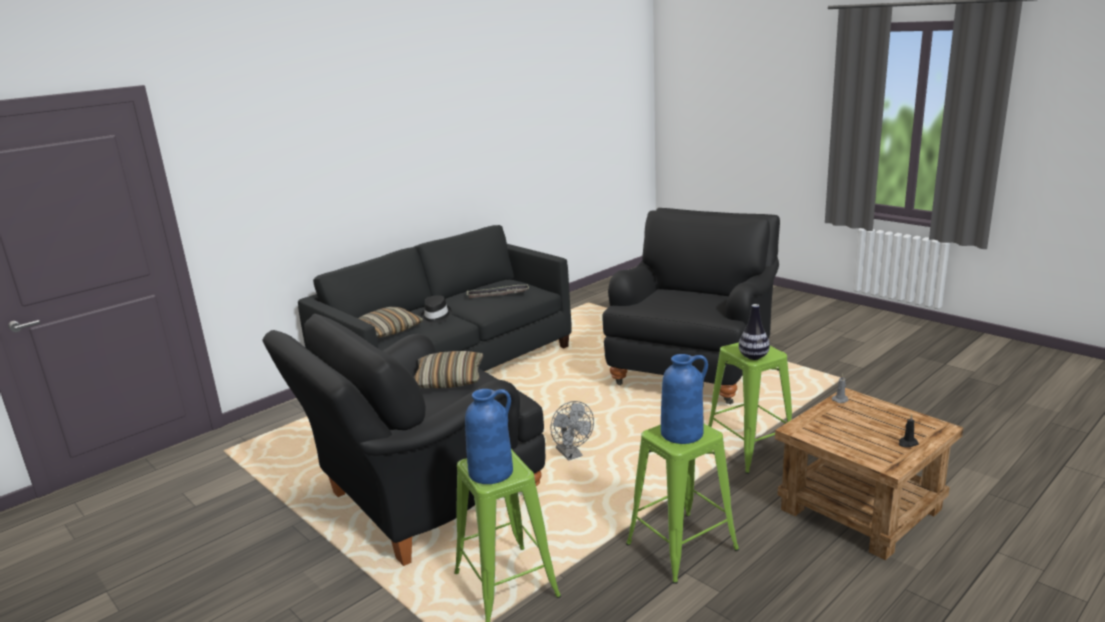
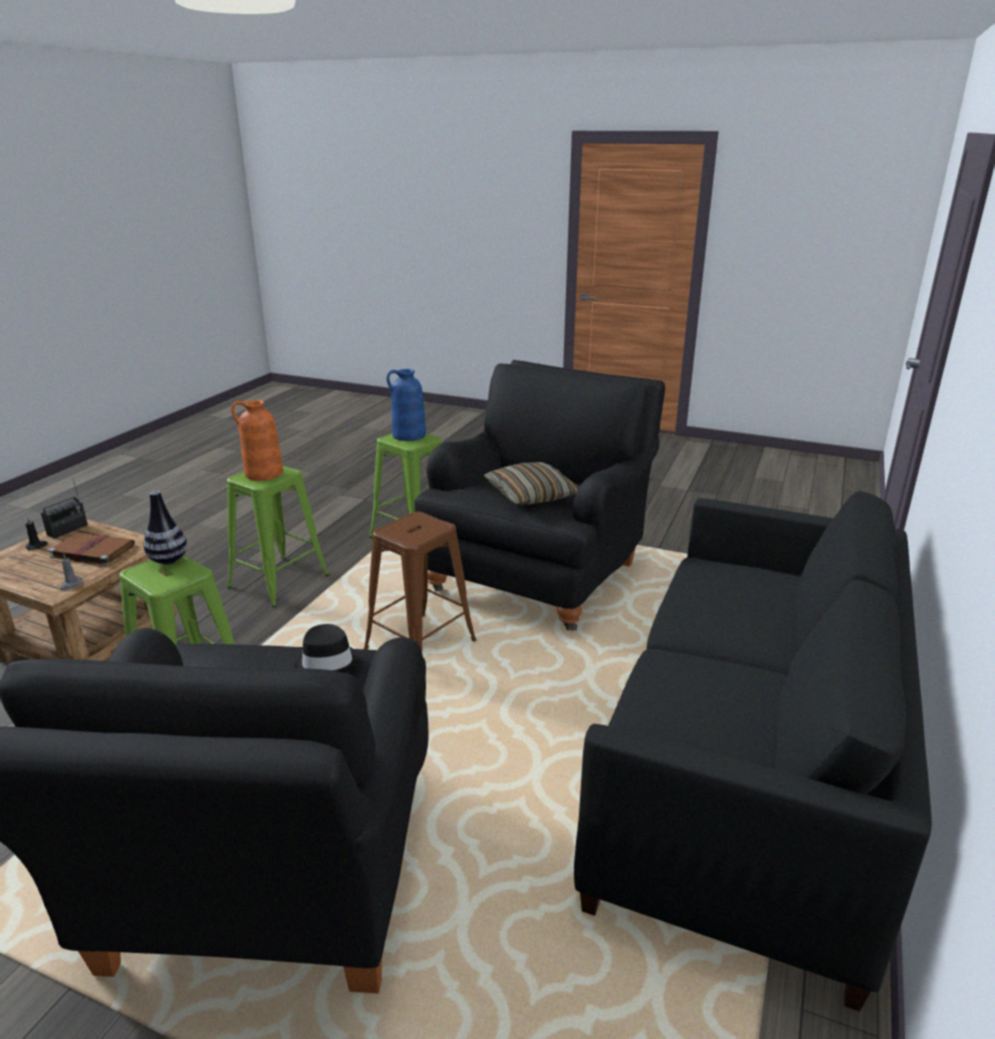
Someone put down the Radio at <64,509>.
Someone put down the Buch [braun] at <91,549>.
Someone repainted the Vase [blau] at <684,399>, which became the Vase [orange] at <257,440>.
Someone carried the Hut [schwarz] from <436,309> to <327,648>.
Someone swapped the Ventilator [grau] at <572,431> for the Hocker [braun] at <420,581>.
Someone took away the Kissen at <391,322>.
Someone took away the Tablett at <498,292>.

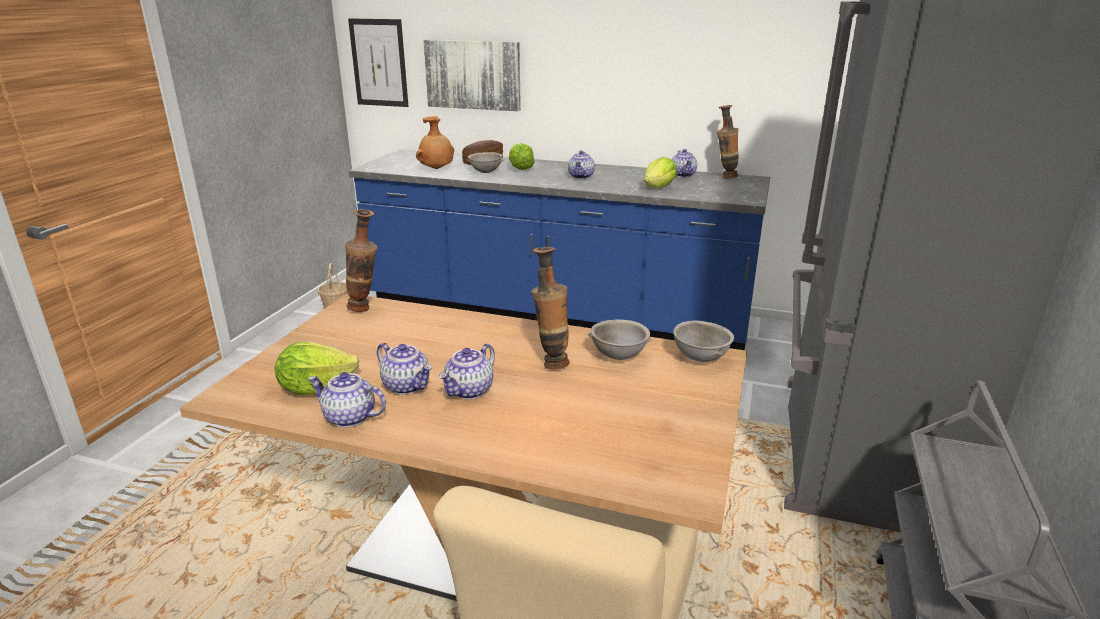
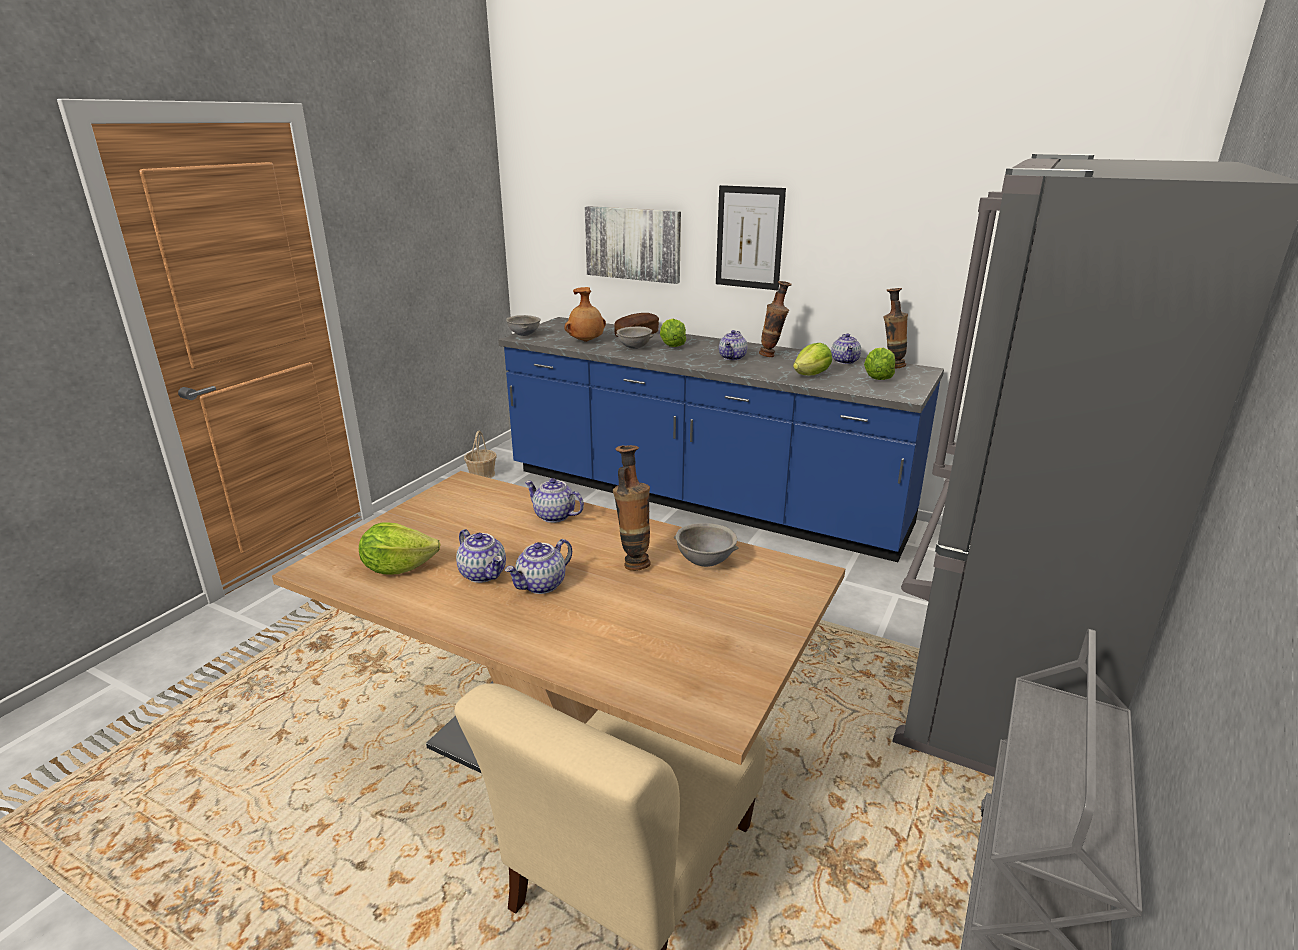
Someone carried the Schüssel [grau] from <703,341> to <523,325>.
Someone carried the Teekanne from <347,400> to <554,500>.
Someone carried the Bild from <378,62> to <751,237>.
Someone carried the Vase from <361,260> to <775,319>.
Someone put down the Salatkopf at <879,364>.

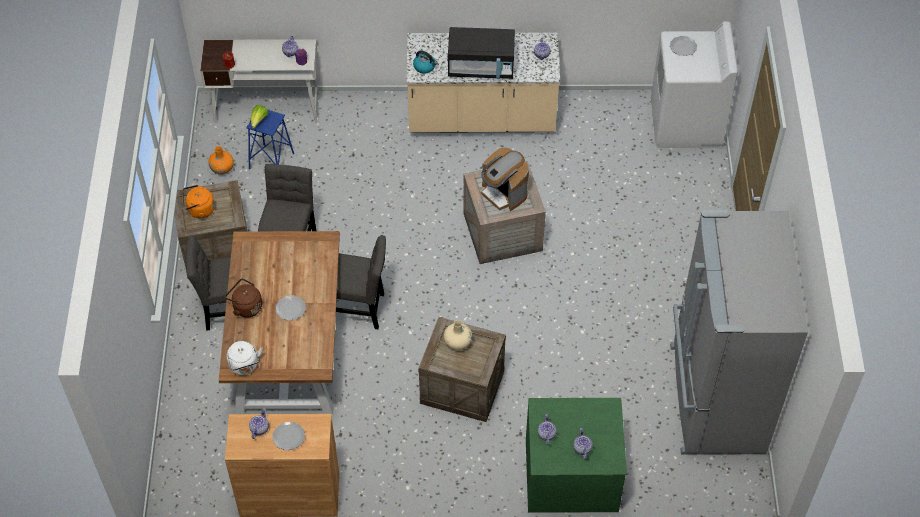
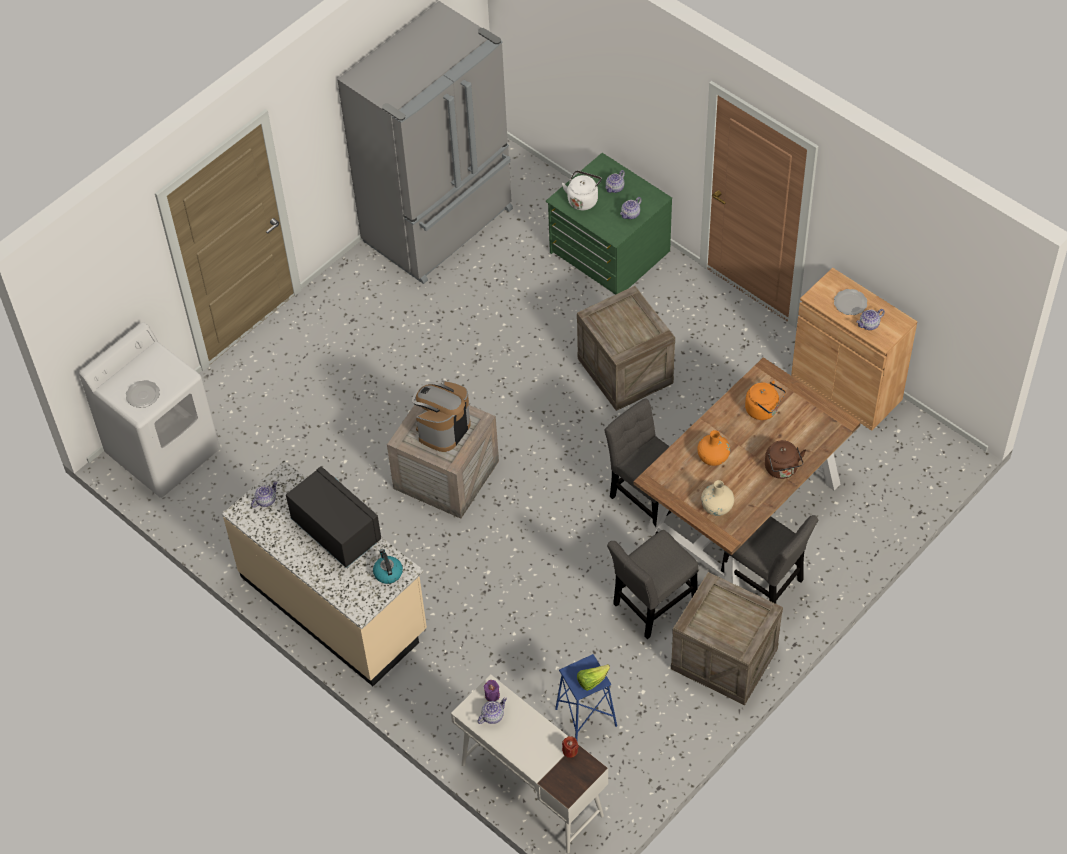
Someone rotated the Kaffeemaschine at <505,179> by 150 degrees counterclockwise.
Someone carried the Wasserkessel [weiß] from <244,358> to <582,190>.
Someone carried the Vase [orange] from <221,160> to <713,448>.
Someone carried the Vase [beige] from <458,335> to <717,498>.
Someone carried the Wasserkessel [orange] from <198,201> to <765,400>.
Someone took away the Teller at <291,308>.

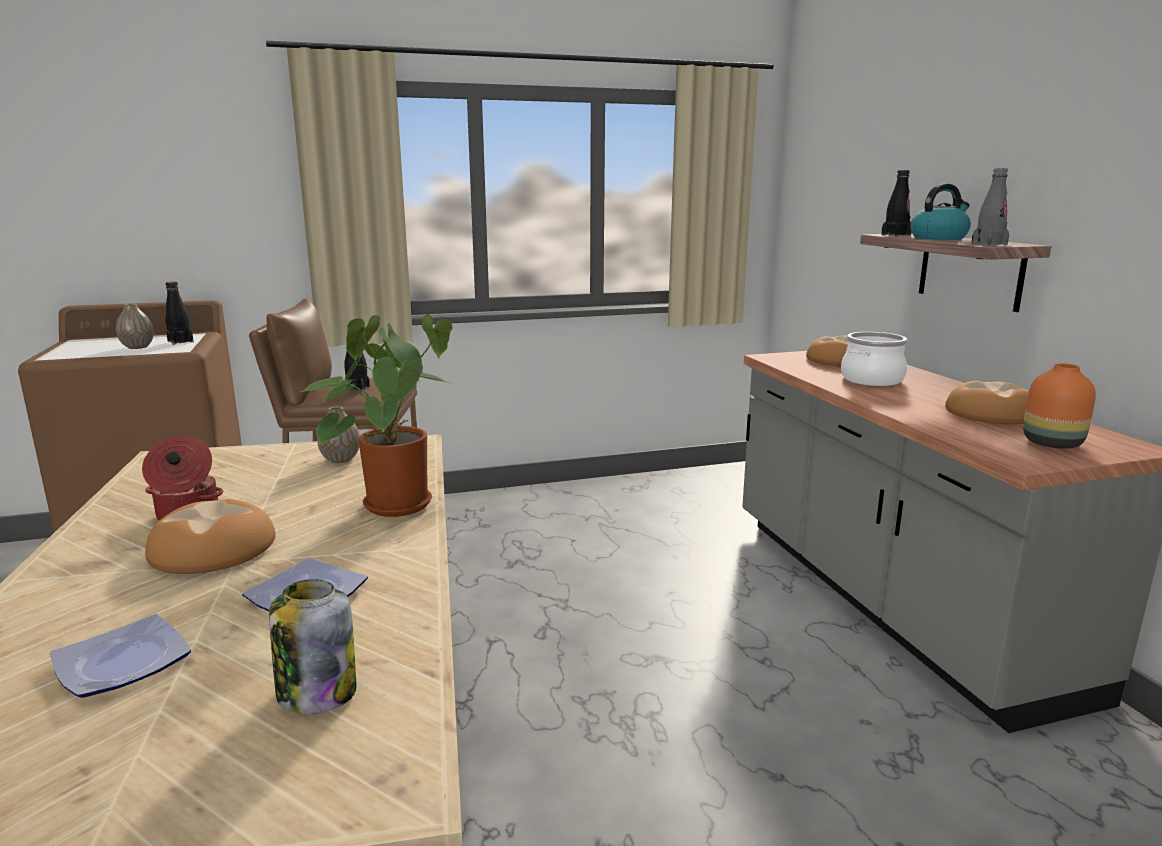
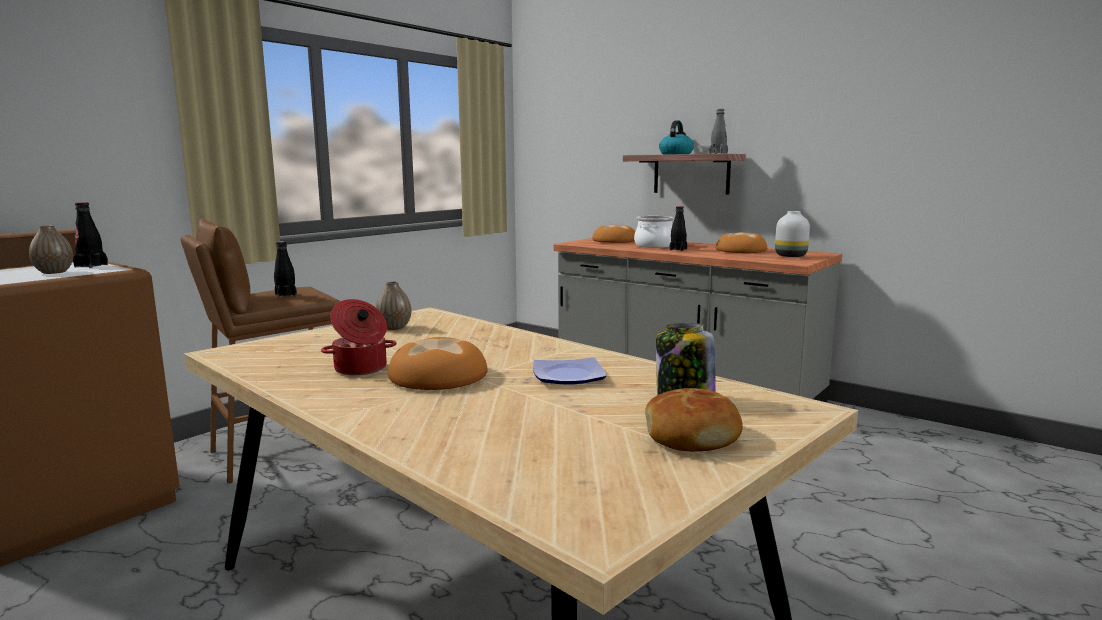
Someone put down the Brot at <694,420>.
Someone carried the Flasche [schwarz] from <896,203> to <678,228>.
Someone repainted the Vase [orange] at <1059,406>, which became the Vase [weiß] at <792,234>.
Someone took away the Teller at <120,656>.
Someone took away the Topfpflanze at <376,415>.

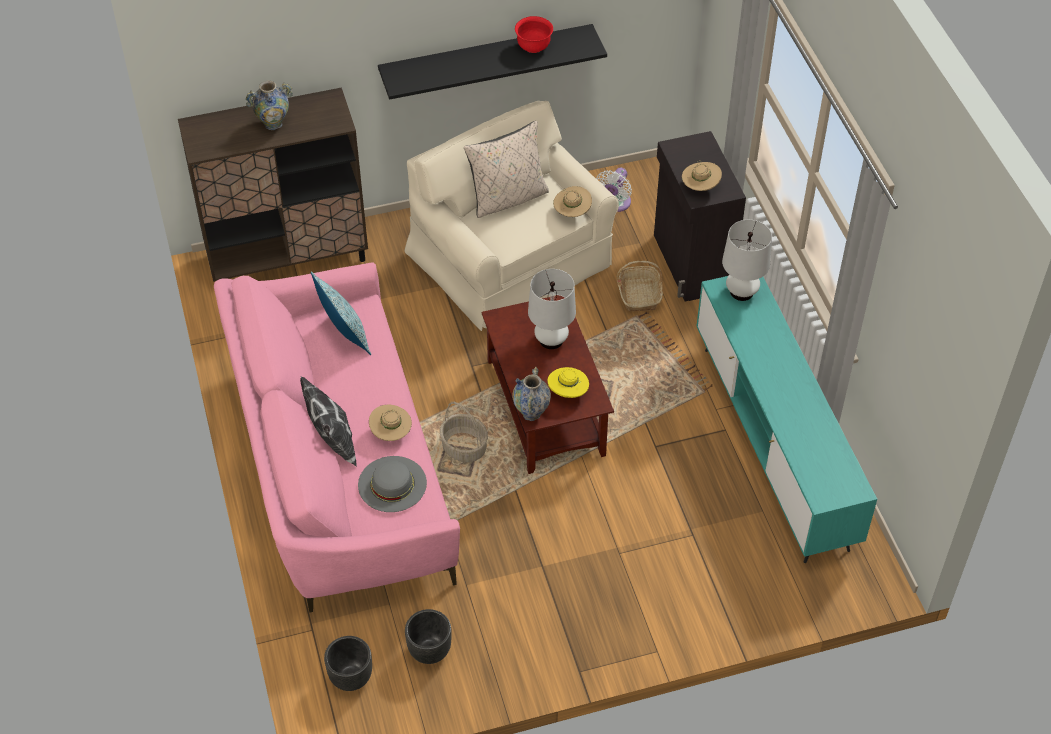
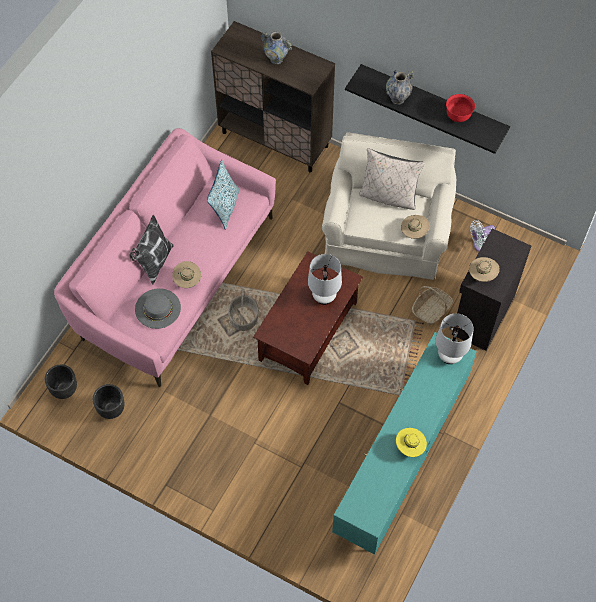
Someone carried the Vase from <531,393> to <400,87>.
Someone carried the Hut [gelb] from <568,382> to <411,442>.

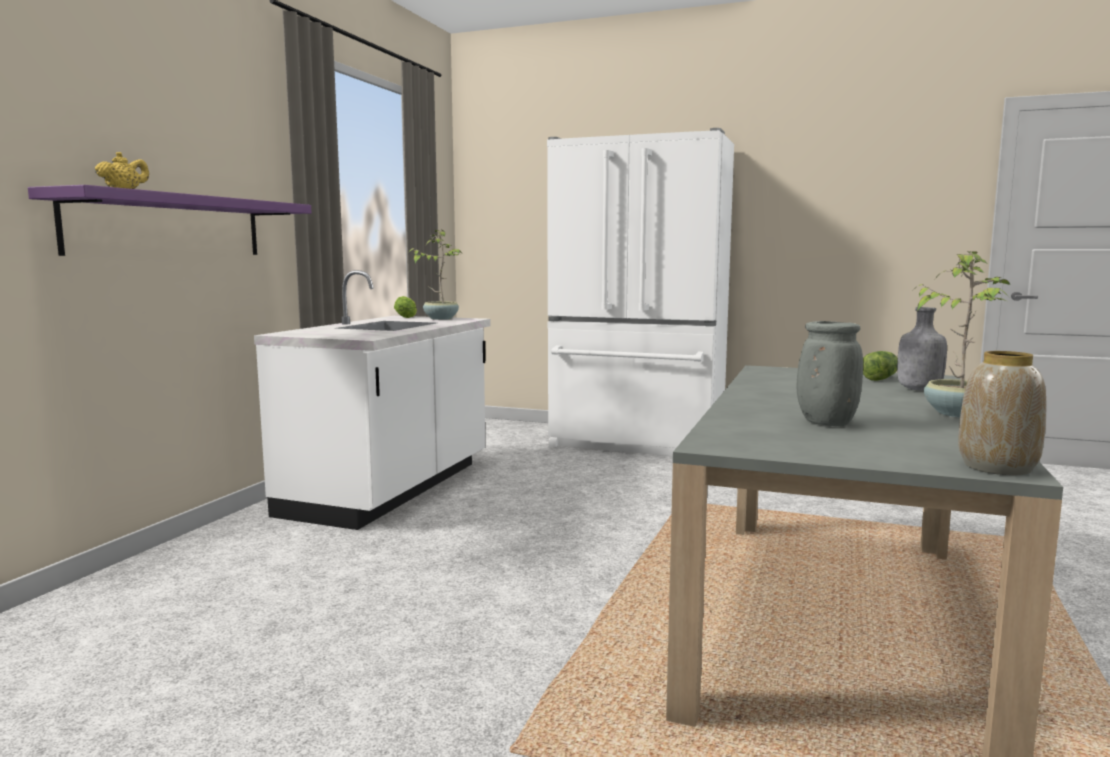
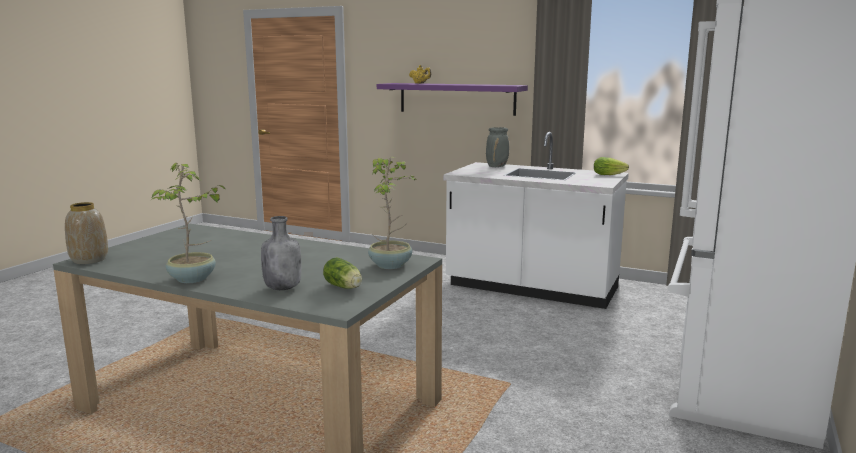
Someone carried the Topfpflanze from <435,275> to <393,213>.
Someone carried the Vase [grau] from <830,373> to <497,147>.

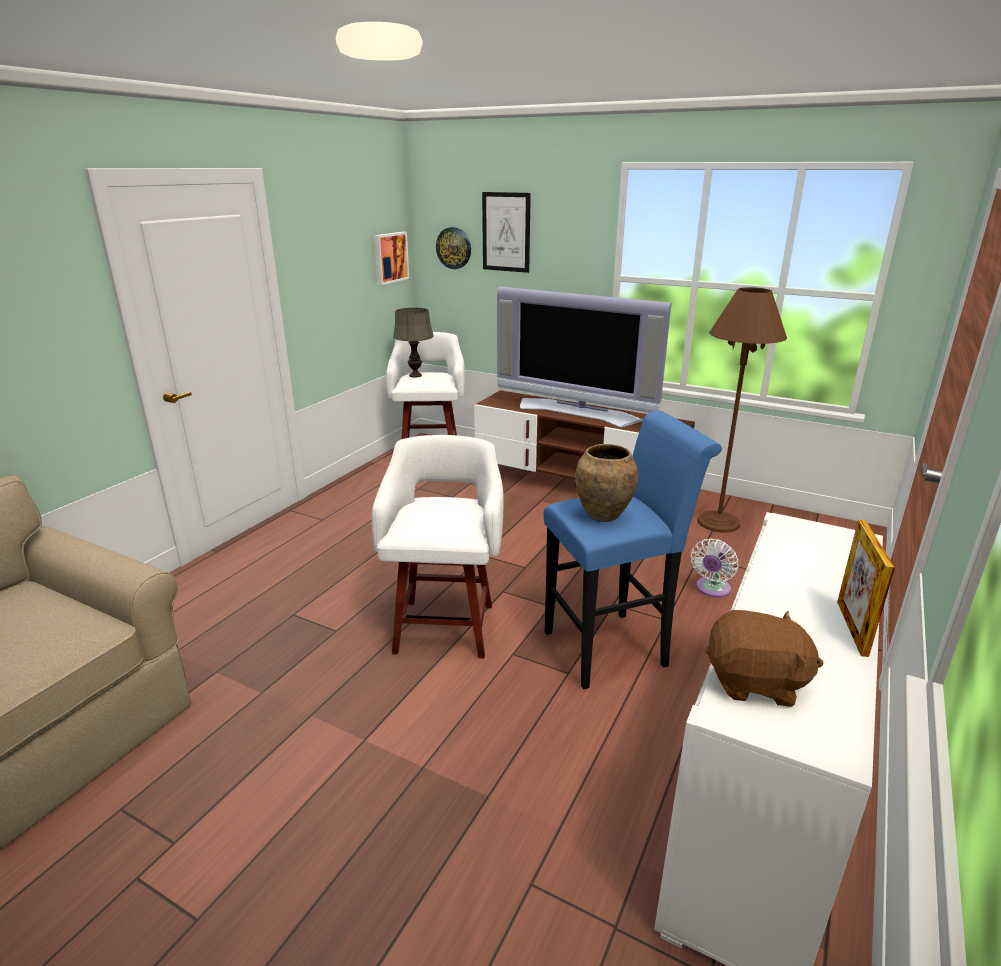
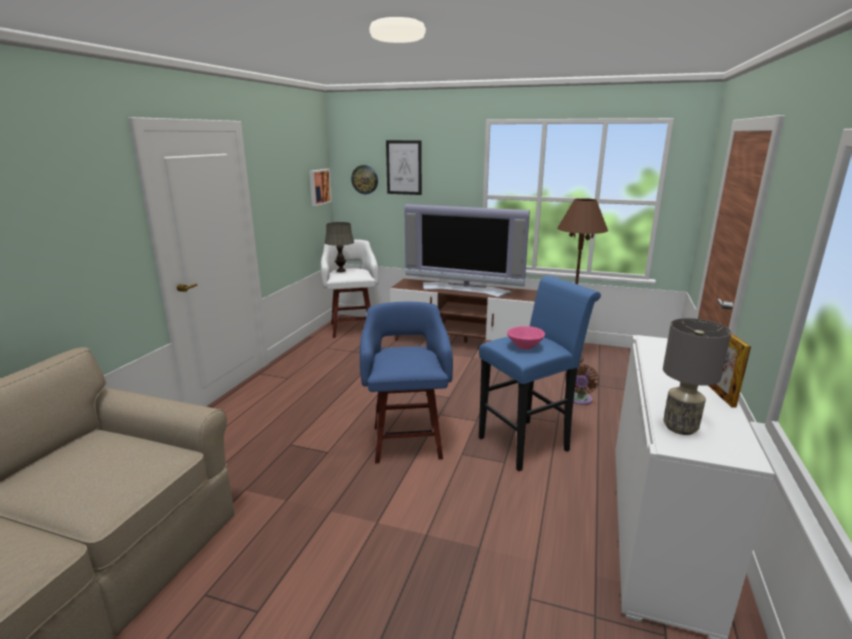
Someone repainted the Hocker [weiß] at <438,547>, which became the Hocker [blau] at <406,382>.
Someone swapped the Vase [braun] at <606,483> for the Schüssel [rosa] at <526,337>.
Someone repainted the Ventilator [weiß] at <715,568>, which became the Ventilator [braun] at <582,384>.
Someone swapped the Plüschtier [braun] at <764,658> for the Tischlampe [grau] at <697,376>.

